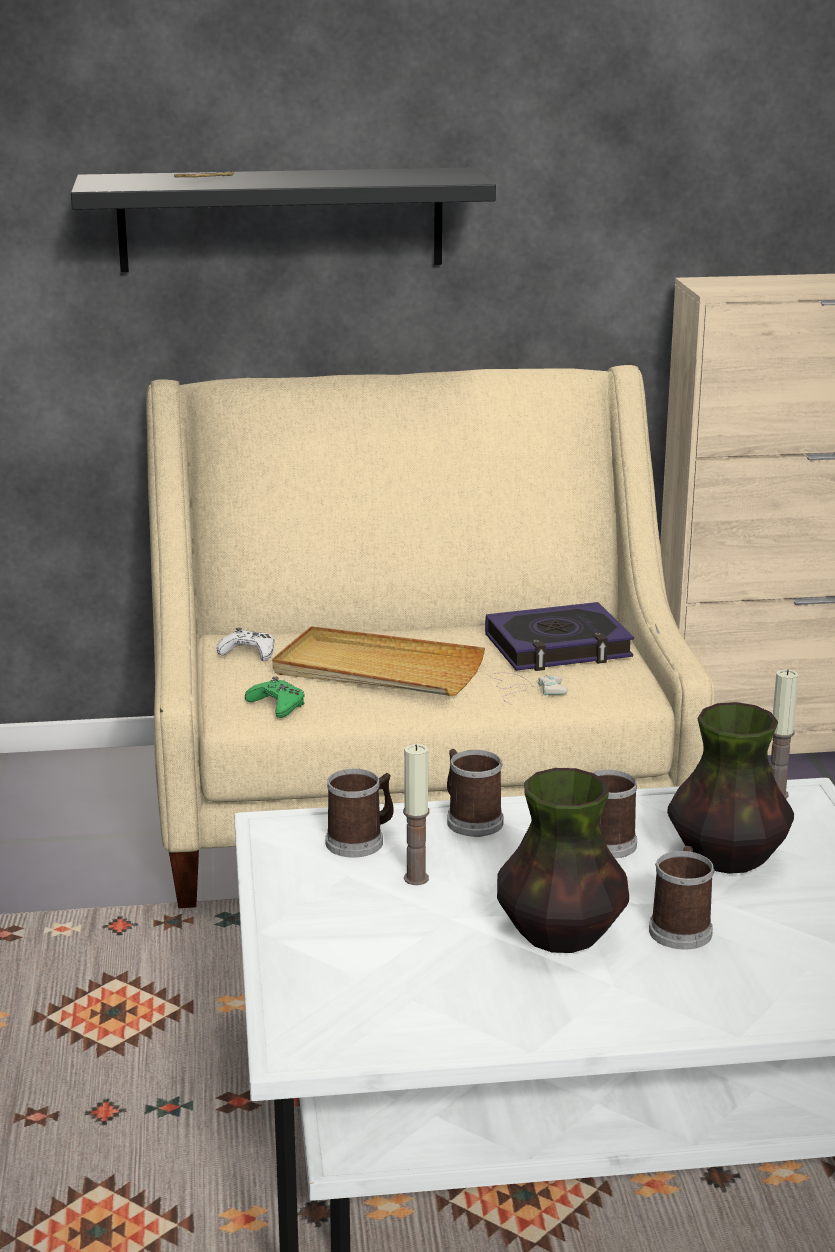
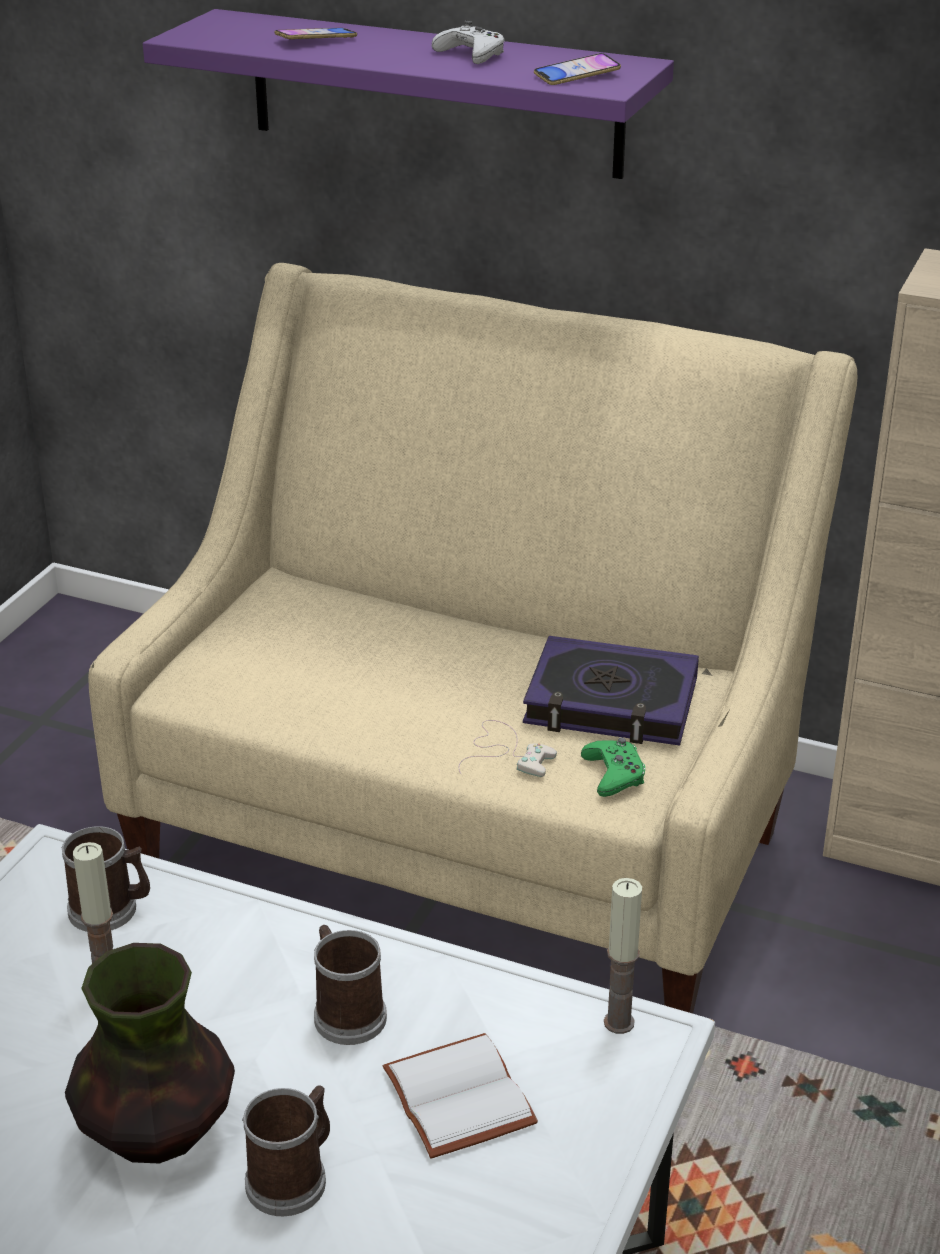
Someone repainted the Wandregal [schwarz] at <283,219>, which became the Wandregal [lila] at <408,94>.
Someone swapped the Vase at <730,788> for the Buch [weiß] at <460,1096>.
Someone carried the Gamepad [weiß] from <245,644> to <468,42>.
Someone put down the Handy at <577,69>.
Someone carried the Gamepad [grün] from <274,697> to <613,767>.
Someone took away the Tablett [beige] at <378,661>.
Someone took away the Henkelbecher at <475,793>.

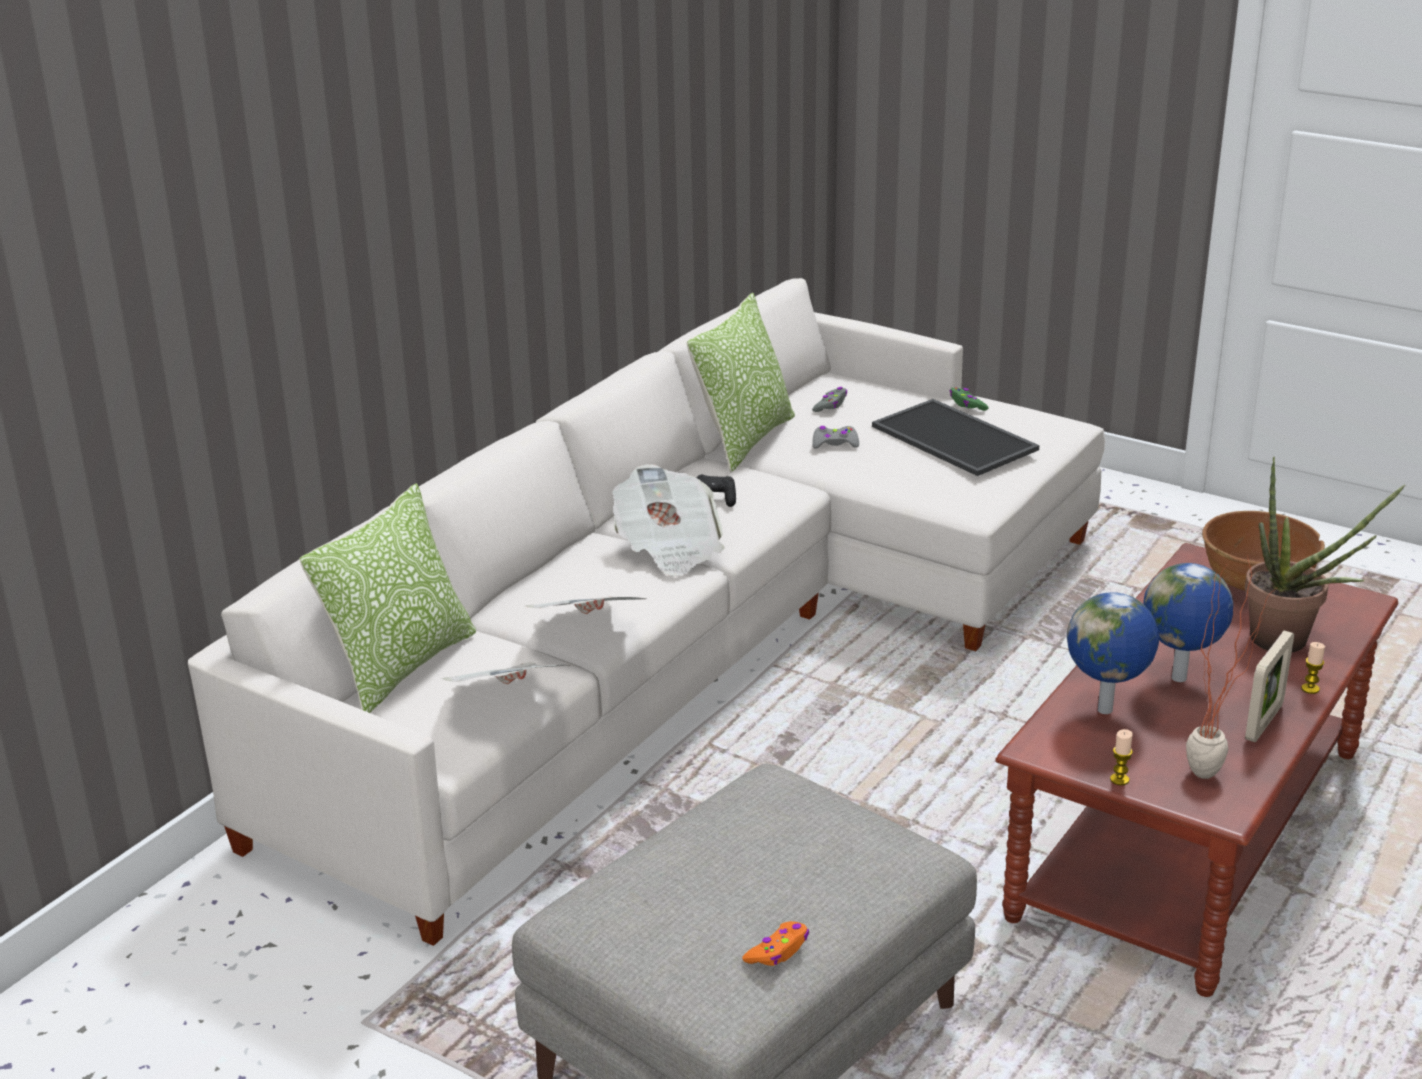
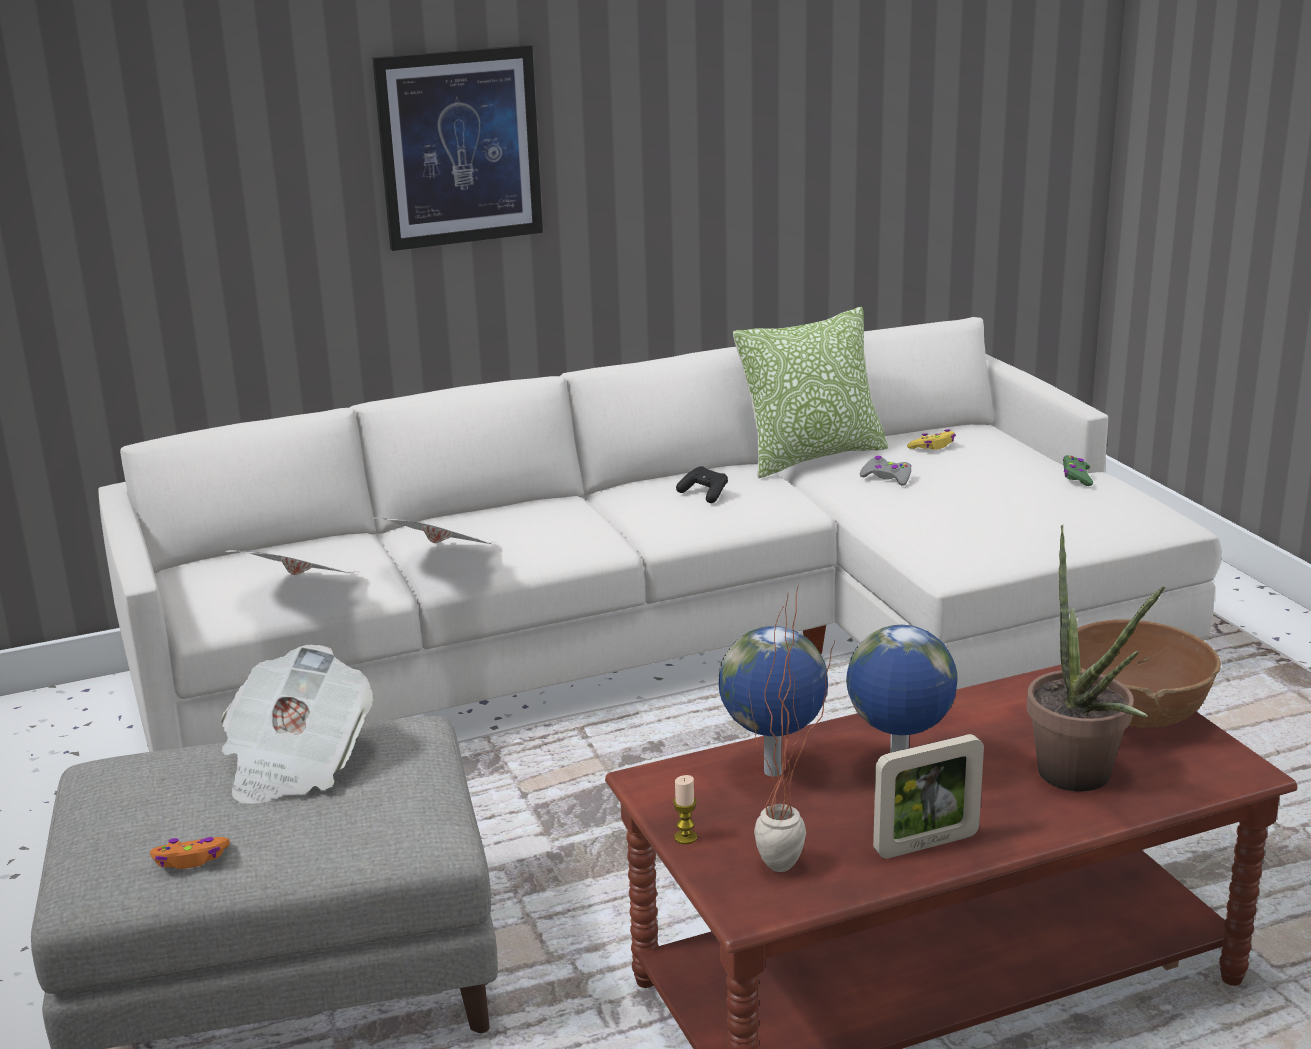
Someone carried the Zeitung from <668,520> to <297,724>.
Someone put up the Bild at <457,148>.
Someone repainted the Gamepad [grau] at <829,399>, which became the Gamepad [gelb] at <931,439>.
Someone took away the Kissen at <387,598>.
Someone took away the Tablett at <955,437>.
Someone took away the Kerze at <1313,668>.

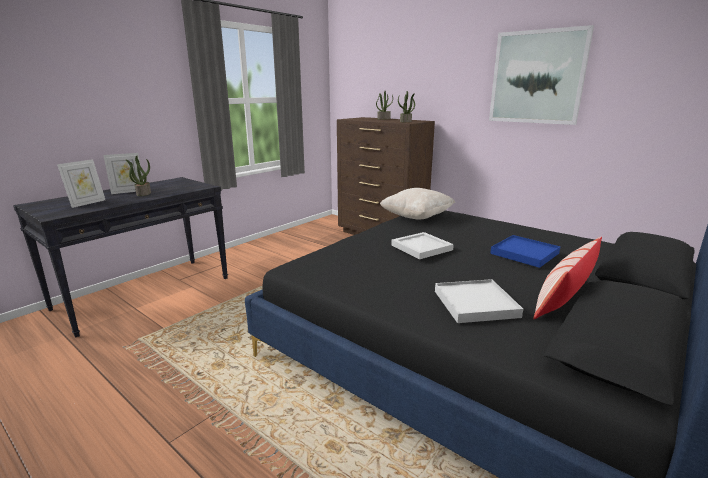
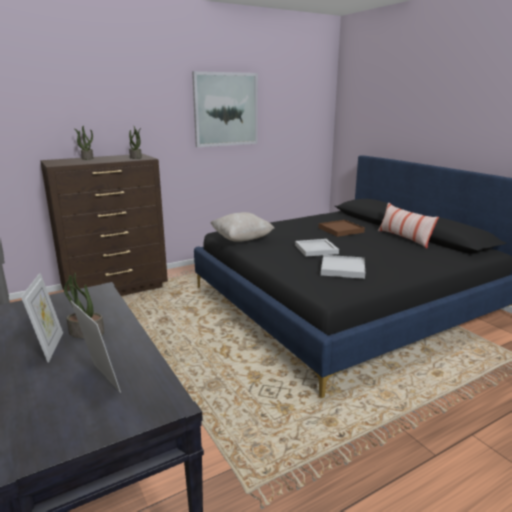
Someone repainted the Tablett [blau] at <525,251>, which became the Tablett [braun] at <342,228>.
Someone carried the Tablett [weiß] from <479,301> to <343,267>.

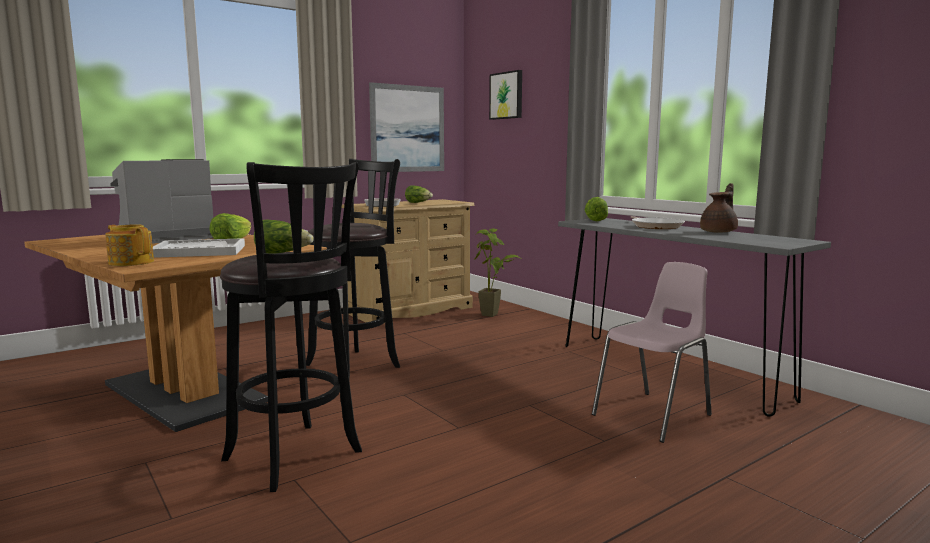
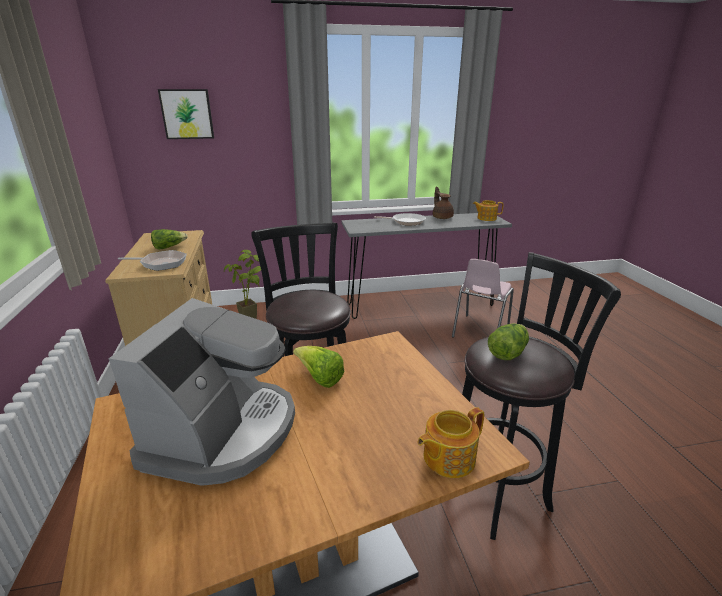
Someone rotated the Kaffeemaschine at <161,201> by 150 degrees counterclockwise.
Someone rotated the Stuhl [rosa] at <652,352> by 135 degrees counterclockwise.
Someone put down the Teekanne at <488,210>.
Someone took away the Tablett [weiß] at <199,248>.
Someone took away the Bild at <406,127>.
Someone took away the Salatkopf at <596,209>.

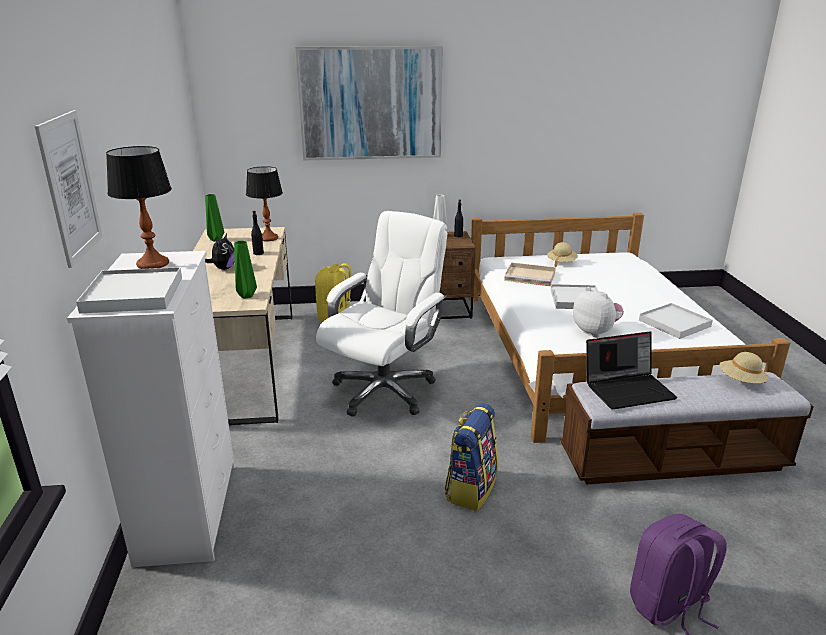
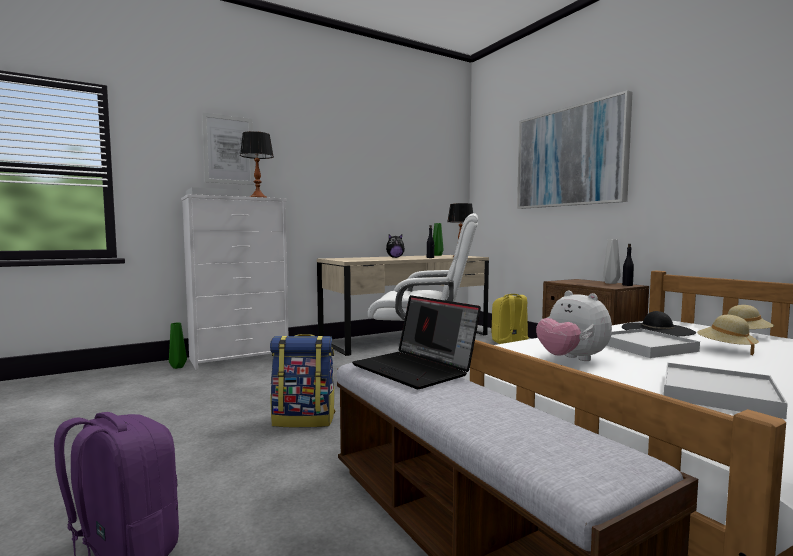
Someone carried the Vase [grün] from <245,270> to <178,346>.
Someone rotated the Plüschtier at <598,312> by 120 degrees clockwise.
Someone swapped the Tablett [beige] at <530,274> for the Hut [schwarz] at <659,323>.
Someone carried the Hut [beige] from <743,367> to <728,335>.

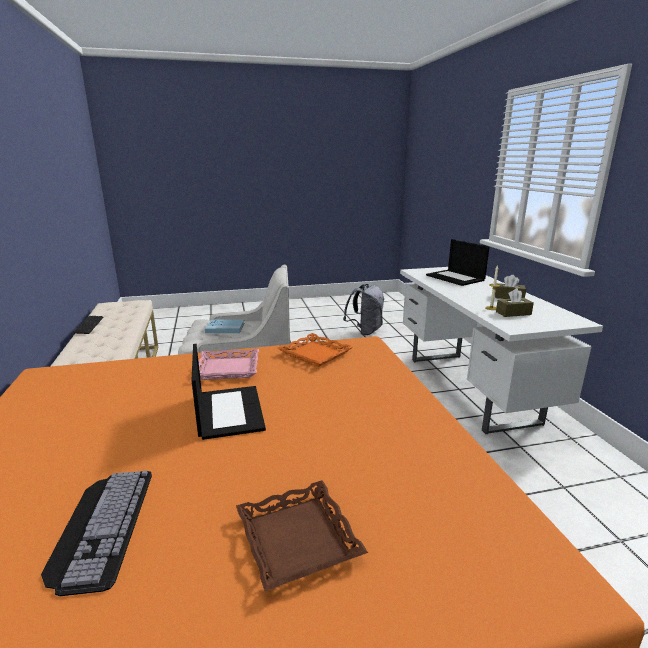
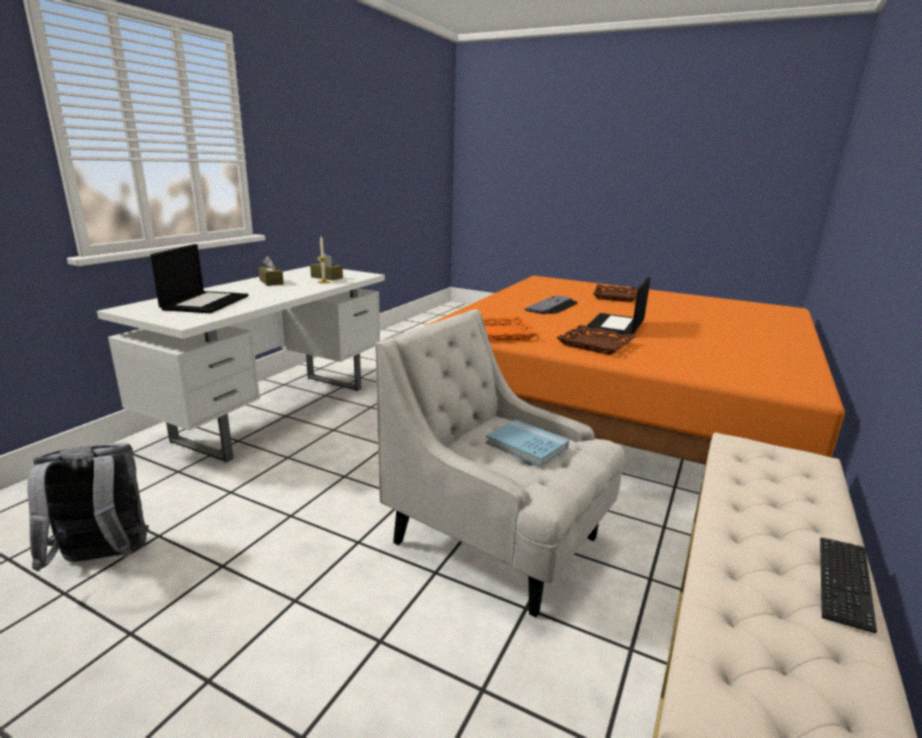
Someone carried the Tastatur from <96,533> to <551,304>.
Someone repainted the Tablett [rosa] at <228,364>, which became the Tablett [braun] at <596,340>.

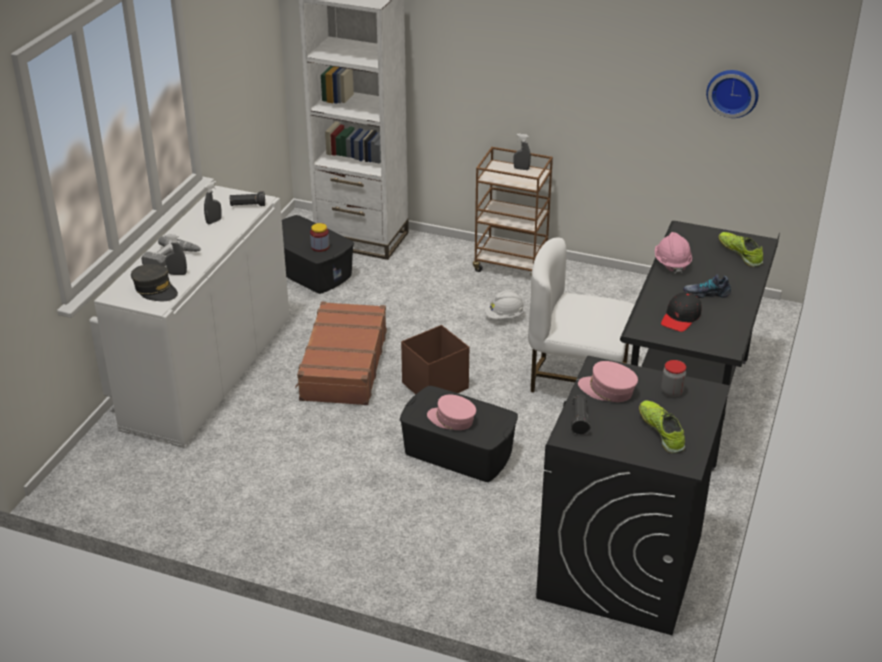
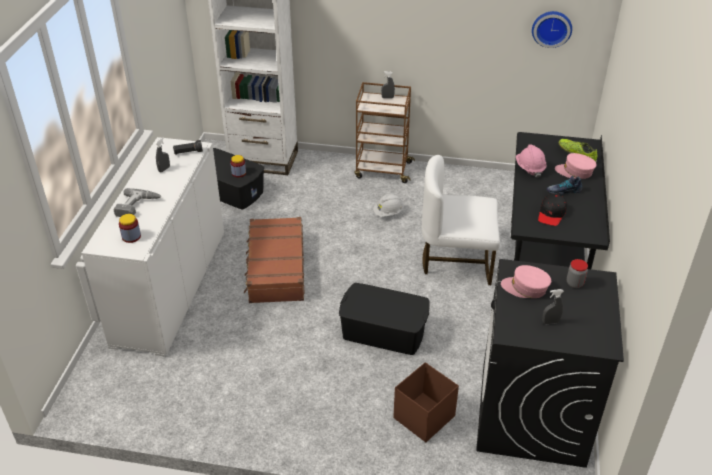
Someone swapped the Kappe [grau] at <154,282> for the Vorratsglas at <130,228>.
Someone carried the Aufbewahrungsbox [braun] from <435,359> to <426,402>.
Someone carried the Sprühflasche [grau] from <175,254> to <553,306>.
Someone carried the Kappe [rosa] from <451,412> to <576,166>.
Someone took away the Taschenlampe [schwarz] at <580,415>.
Someone took away the Schuh at <662,427>.

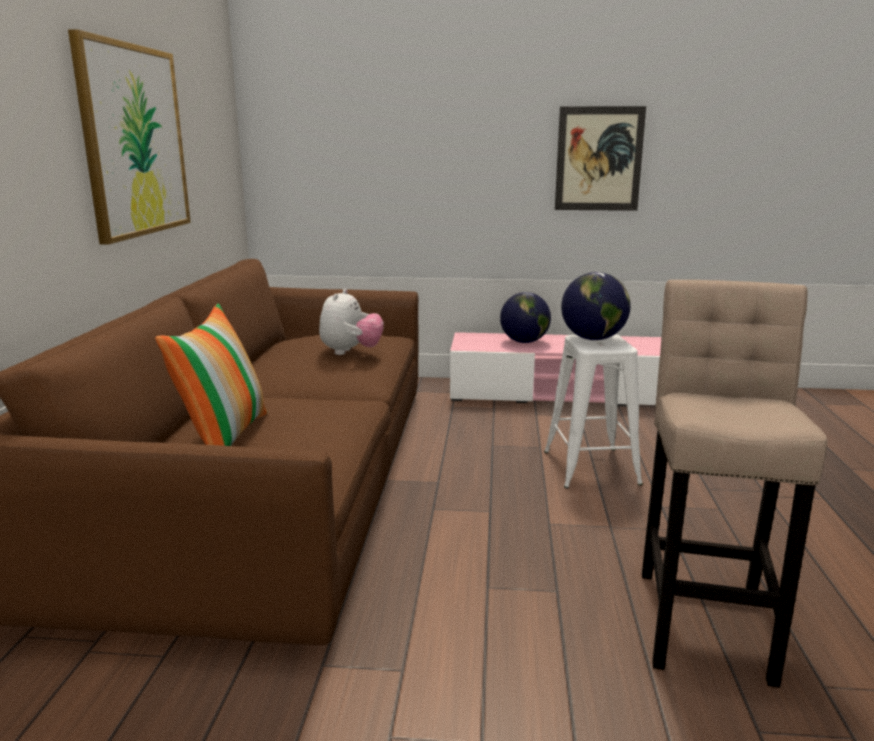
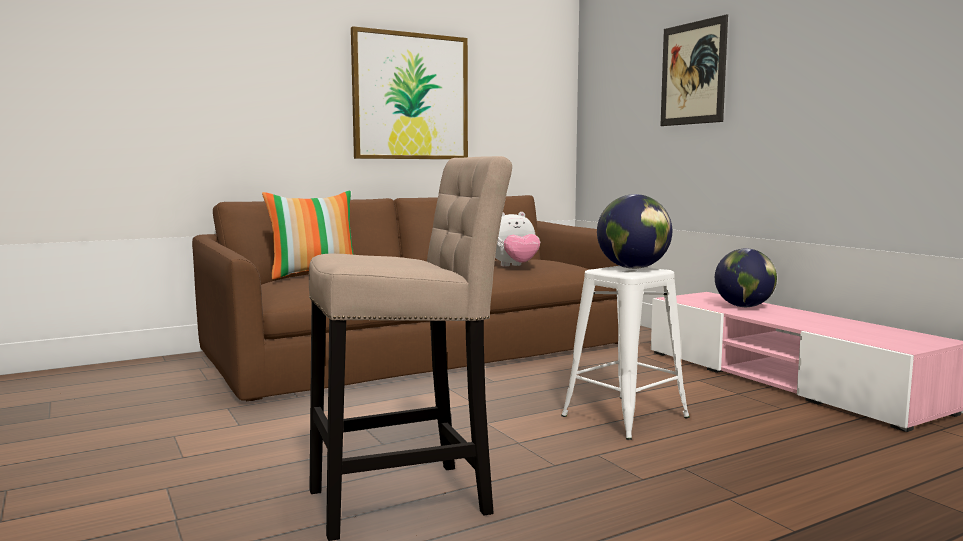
Someone carried the Bild from <600,158> to <694,70>.

